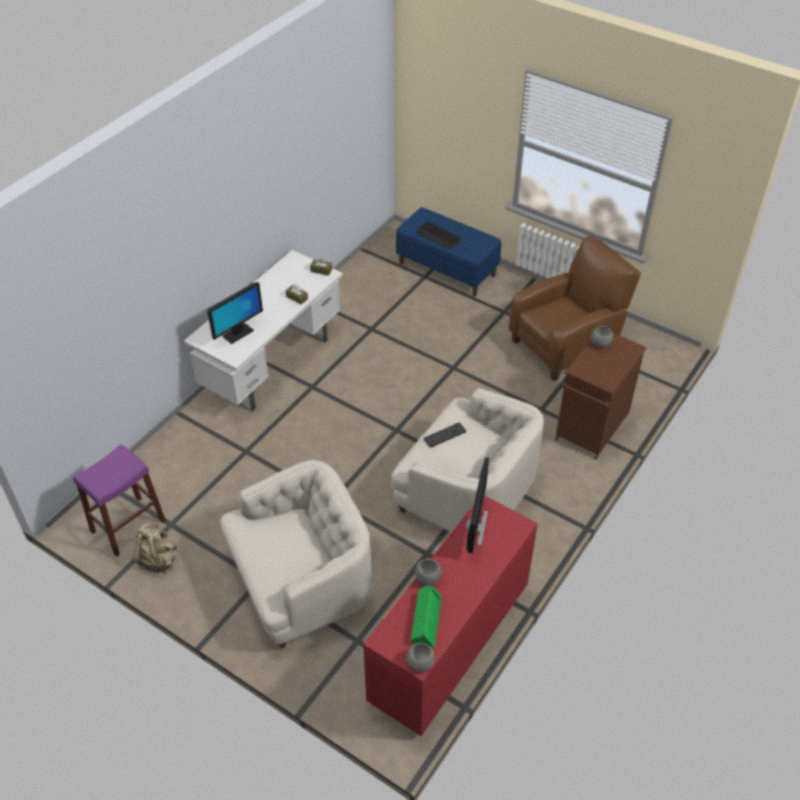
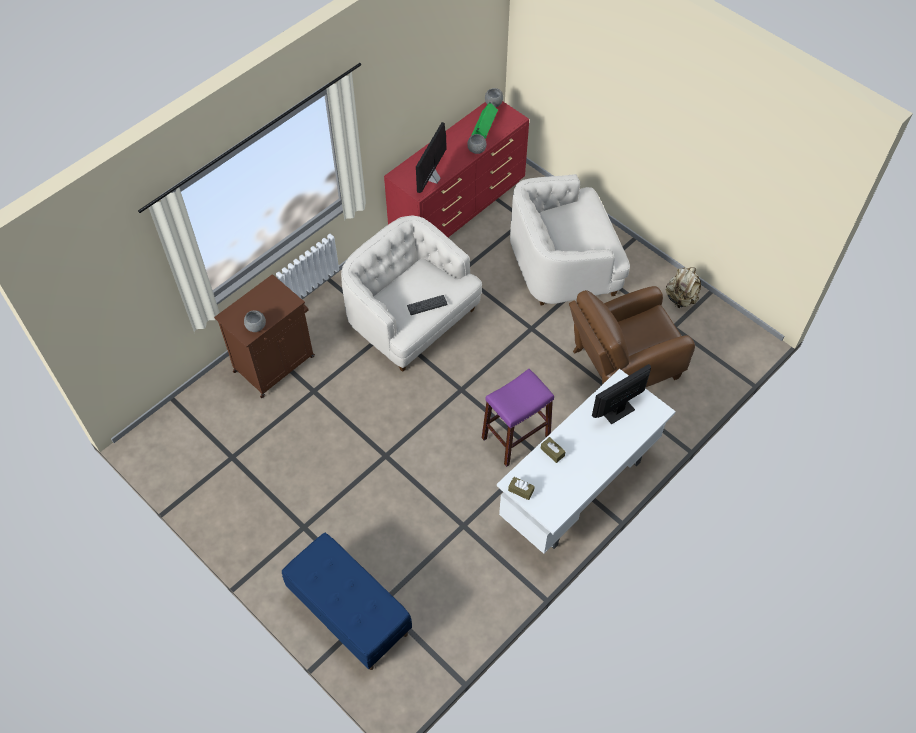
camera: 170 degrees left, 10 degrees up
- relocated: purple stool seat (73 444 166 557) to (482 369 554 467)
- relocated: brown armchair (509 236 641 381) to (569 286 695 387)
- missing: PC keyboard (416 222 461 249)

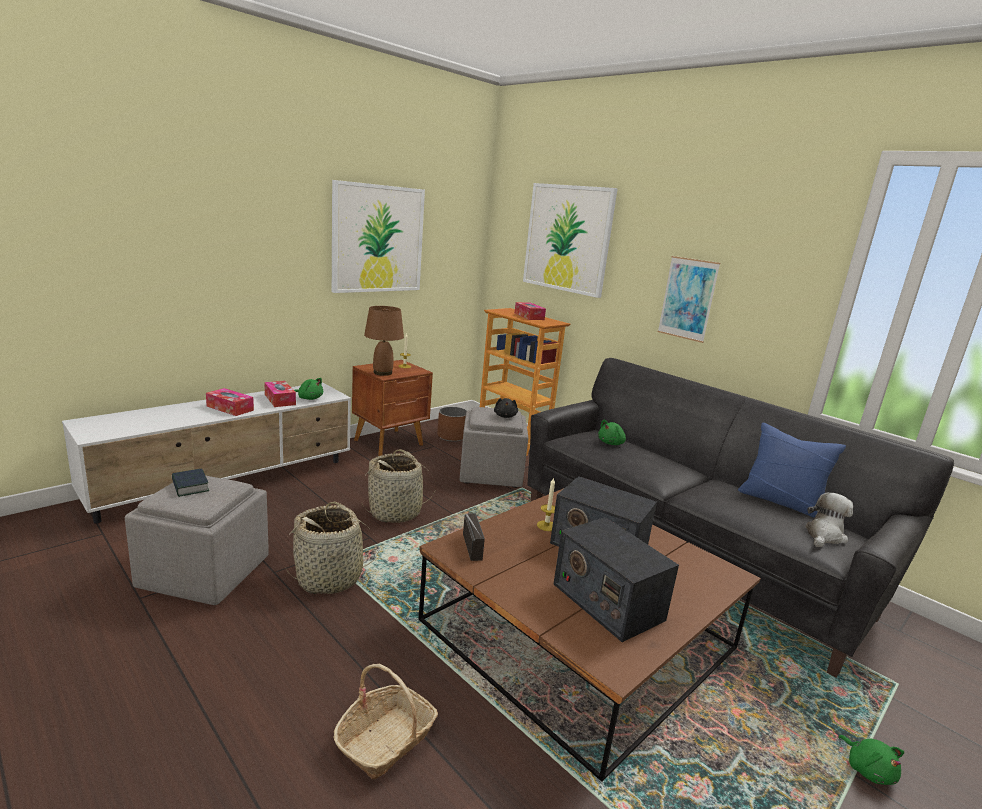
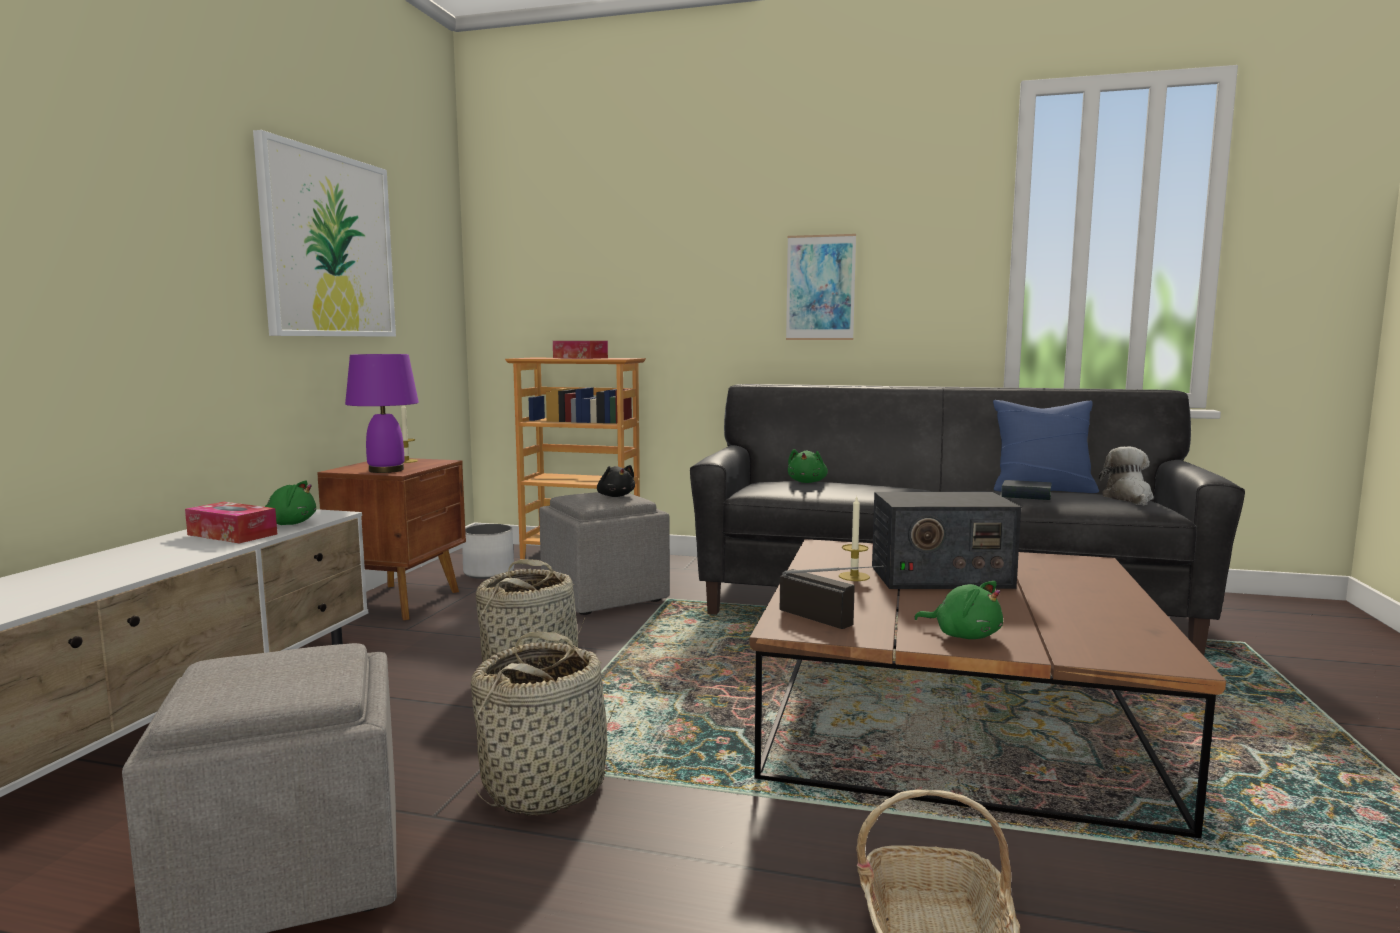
camera: 30 degrees left, 10 degrees down
- colour: brown lamp for a table (364 306 404 376) to purple lamp for a table (345 354 419 473)
- colour: brown flower pot (437 407 467 442) to white-coloured flower pot (462 524 514 579)
- relocated: green soft toy (838 735 904 785) to (914 581 1003 639)
- relocated: book (172 468 209 497) to (1001 480 1052 500)
- missing: tissue holder (206 388 254 416)
- missing: wall picture (523 183 618 298)
- missing: radio receiver (554 517 679 642)

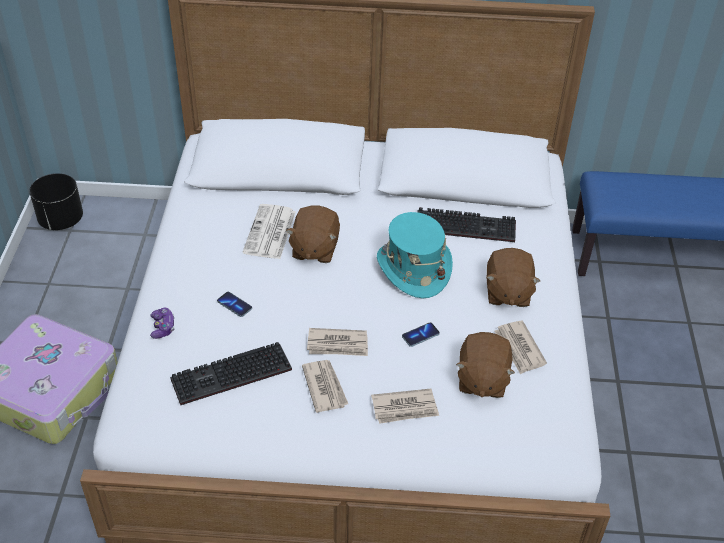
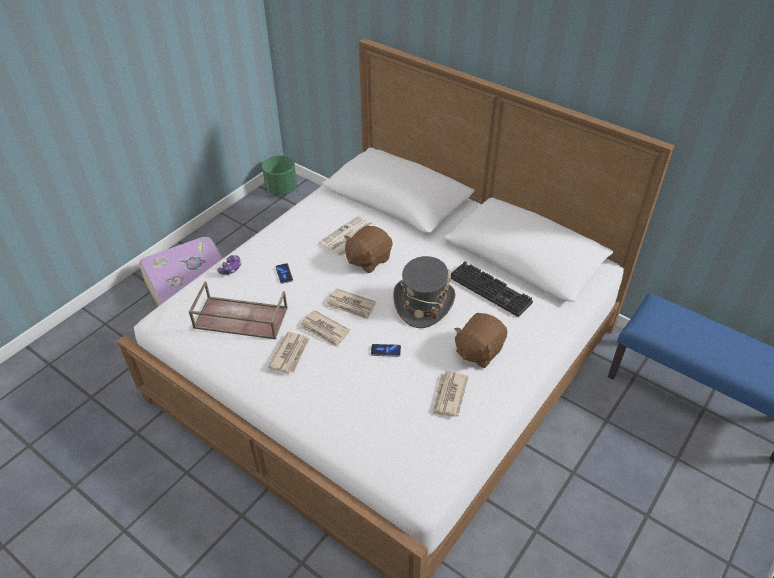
camera: 35 degrees right, 0 degrees up
- exchanged: PC keyboard (170 342 292 405) to brown serving tray (189 281 288 339)
- colour: black-coloured flower pot (29 173 83 230) to green flower pot (262 155 297 195)
- relocated: newspaper (371 389 439 424) to (326 288 376 320)
- colour: turquoise clothing hat (377 212 453 298) to greyish clothing hat (393 256 456 328)
- missing: brown soft toy (456 332 515 398)

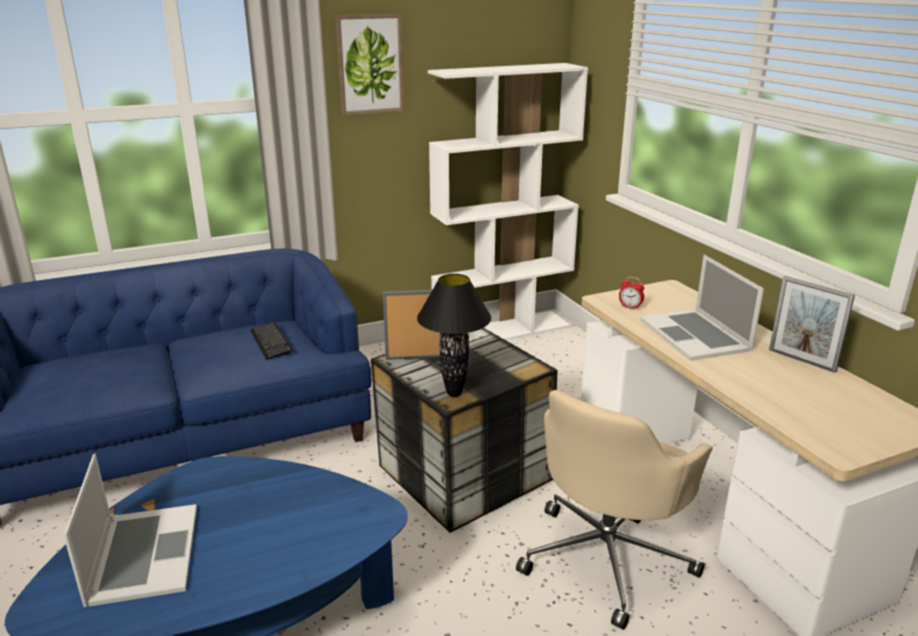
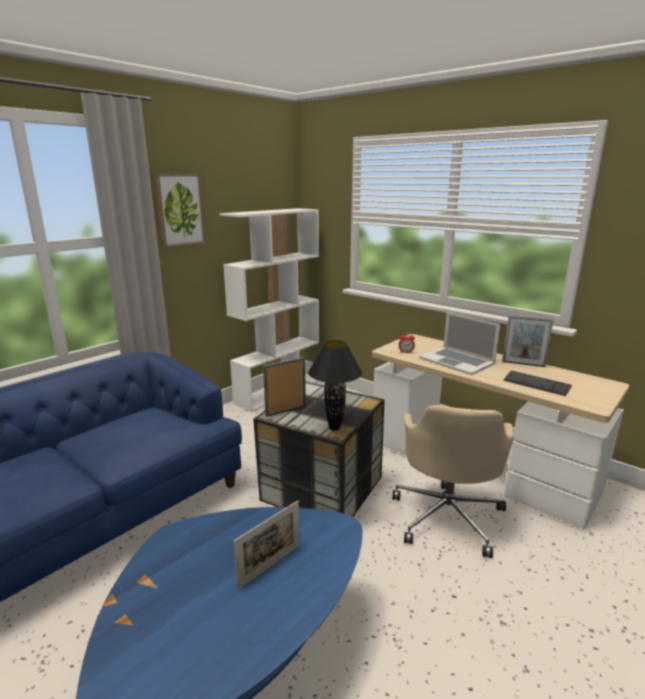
camera: 25 degrees left, 5 degrees down
- appeared: photo frame (234 500 300 590)
- relocated: PC keyboard (250 321 292 360) to (504 371 572 396)
- missing: laptop (64 453 197 607)

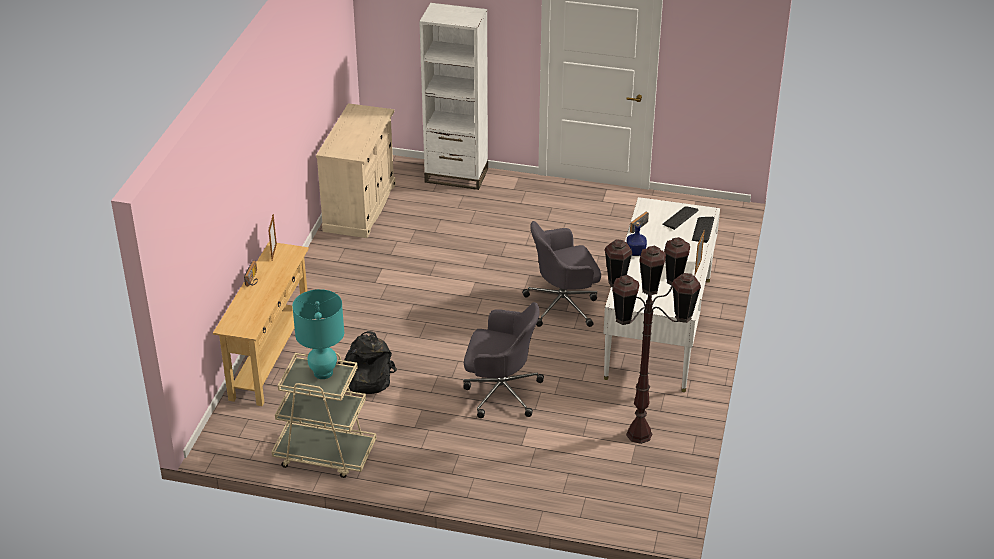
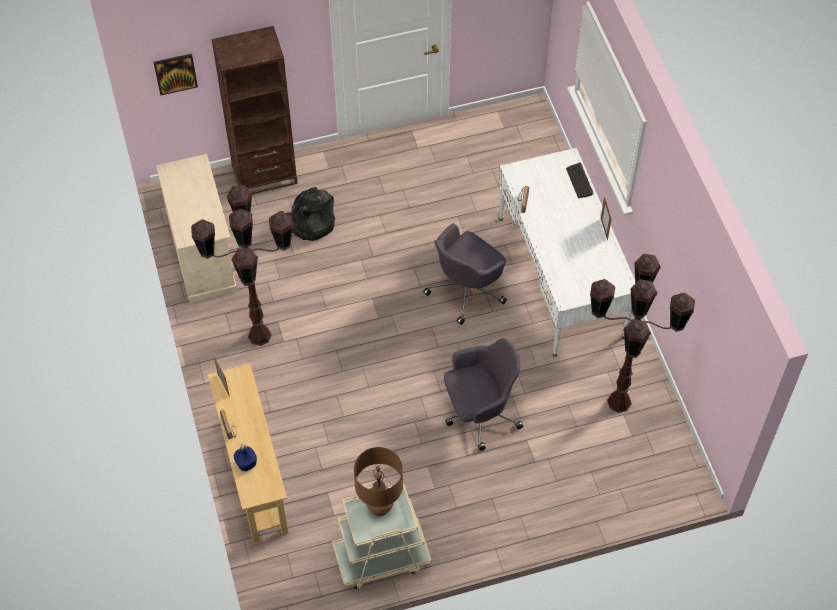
camera: 30 degrees left, 20 degrees up
- appeared: wall picture (153 54 198 95)
- appeared: brown standing lamp (191 185 293 346)
- colour: white-coloured shelving unit (419 3 488 190) to brown shelving unit (212 26 298 194)
- relocated: blue bottle (627 222 647 256) to (234 444 257 471)
- relocated: black-coloured rucksack (337 331 397 394) to (281 187 335 241)
- colour: turquoise lamp for a table (292 289 344 379) to brown lamp for a table (354 447 403 516)
- missing: PC keyboard (662 206 698 230)

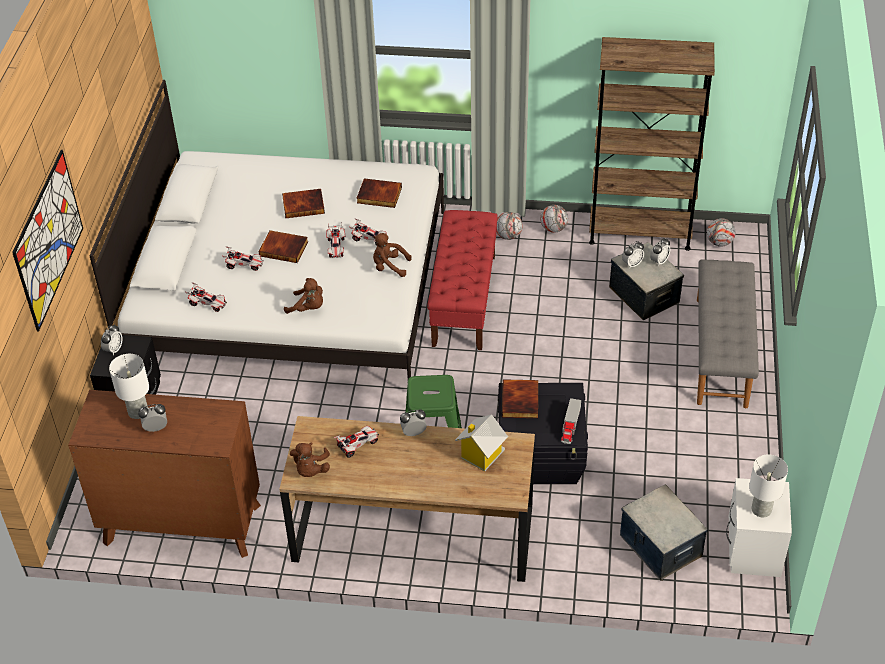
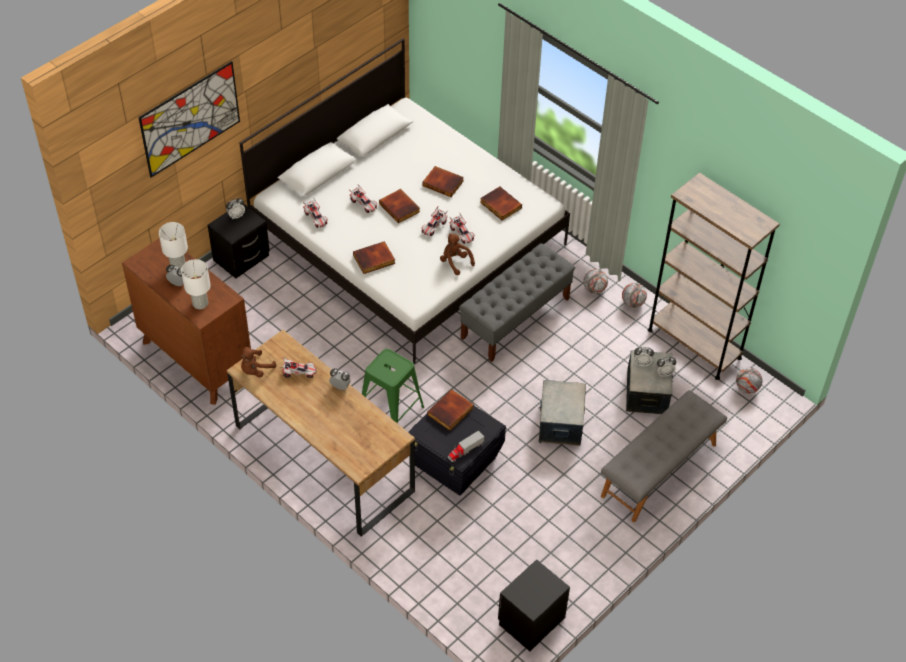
camera: 35 degrees right, 5 degrees up
- relocated: white-coloured lamp for a table (749 454 788 517) to (181 259 211 309)
- exchanged: brown soft toy (284 278 323 314) to book (353 241 395 274)
- colour: reddish indoor bench (427 210 498 350) to greyish indoor bench (459 243 575 362)
- colour: white-coloured bedside table (726 478 792 577) to black-coloured bedside table (498 559 570 651)
- relocated: storage box (620 485 708 581) to (539 380 586 446)
- missing: toy house (455 414 508 472)

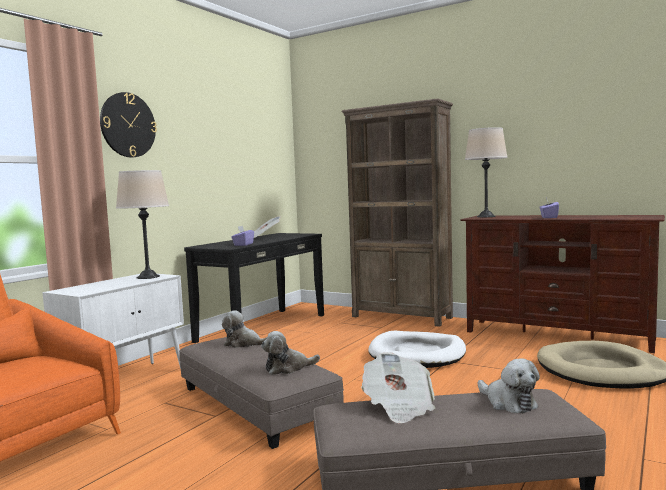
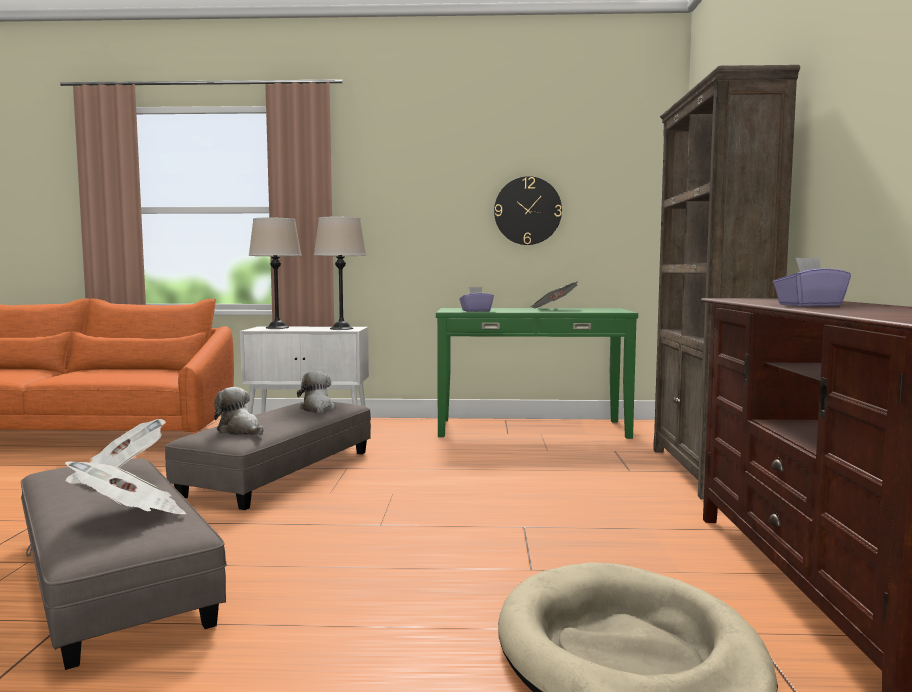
camera: 60 degrees right, 0 degrees up
- exchanged: soft toy (477 359 540 413) to newspaper (65 462 186 514)
- relocated: beige-coloured lamp for a table (465 127 508 217) to (249 217 302 329)
- colour: black-coloured hall table (184 233 324 343) to green hall table (436 308 638 439)
- relocated: hanging clock (100 92 157 158) to (494 176 562 245)
- missing: white-coloured pet bed (368 331 466 368)

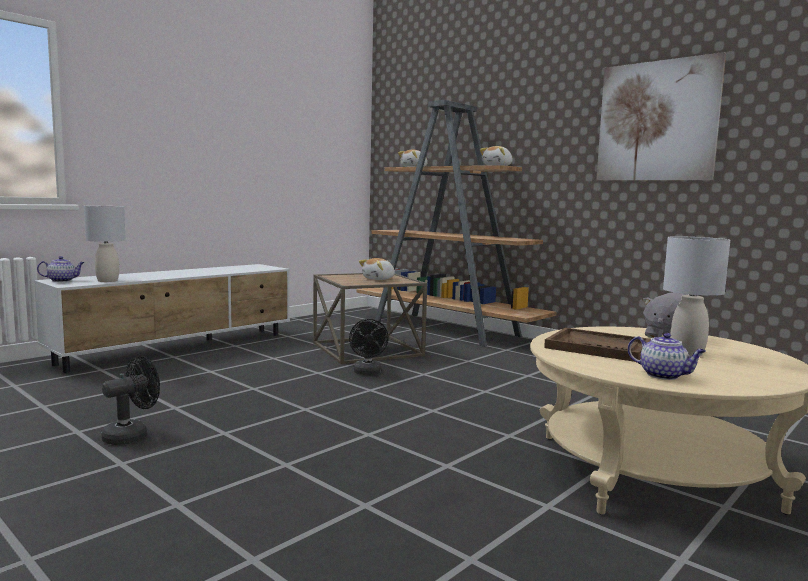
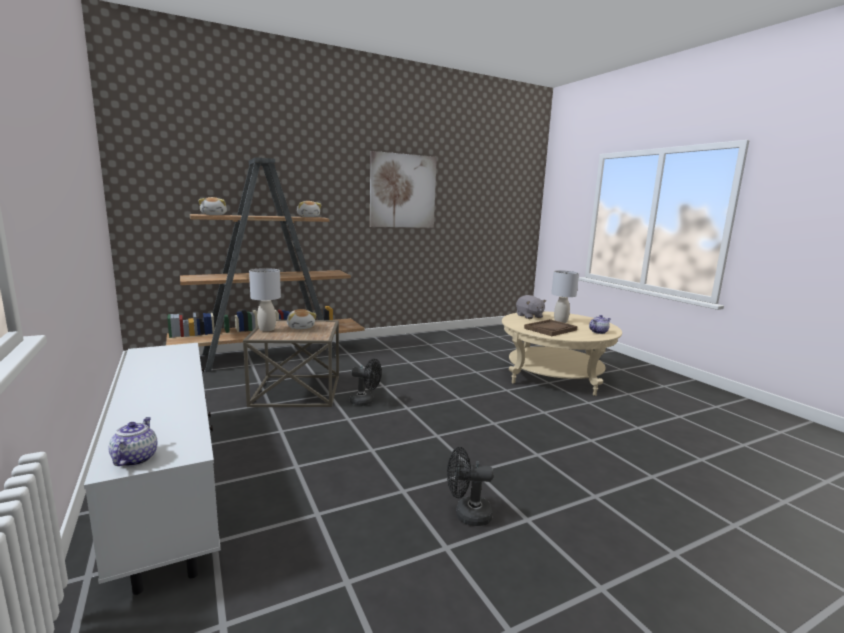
camera: 70 degrees left, 5 degrees up
- relocated: greyish lamp for a table (84 206 126 282) to (249 268 281 331)
- spun: black-coloured fan (101 356 160 445) = (447 447 494 526) 60 degrees counterclockwise

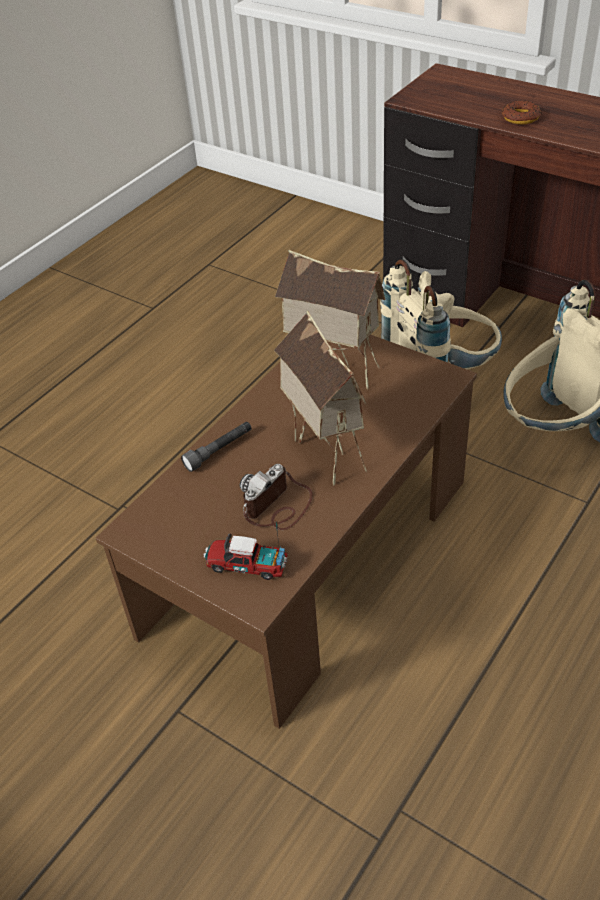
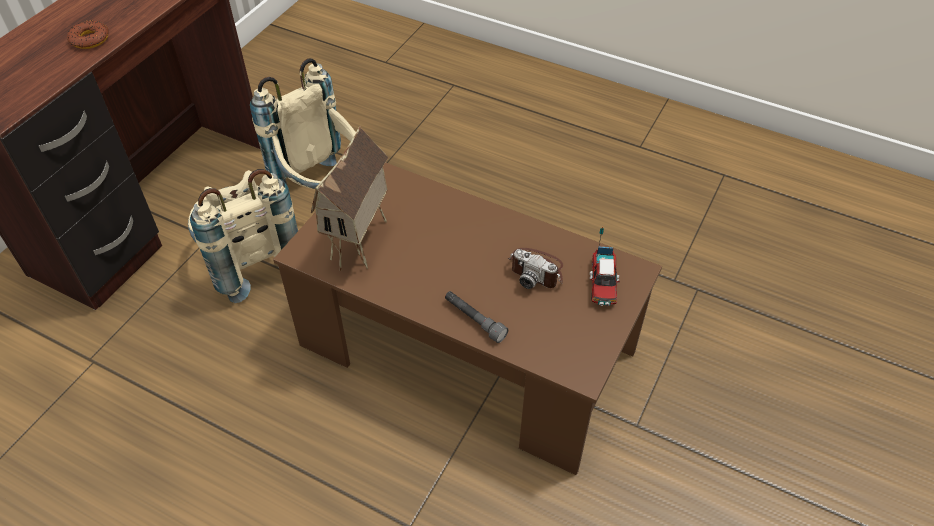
camera: 100 degrees left, 5 degrees up
- missing: toy house (274 310 367 486)

